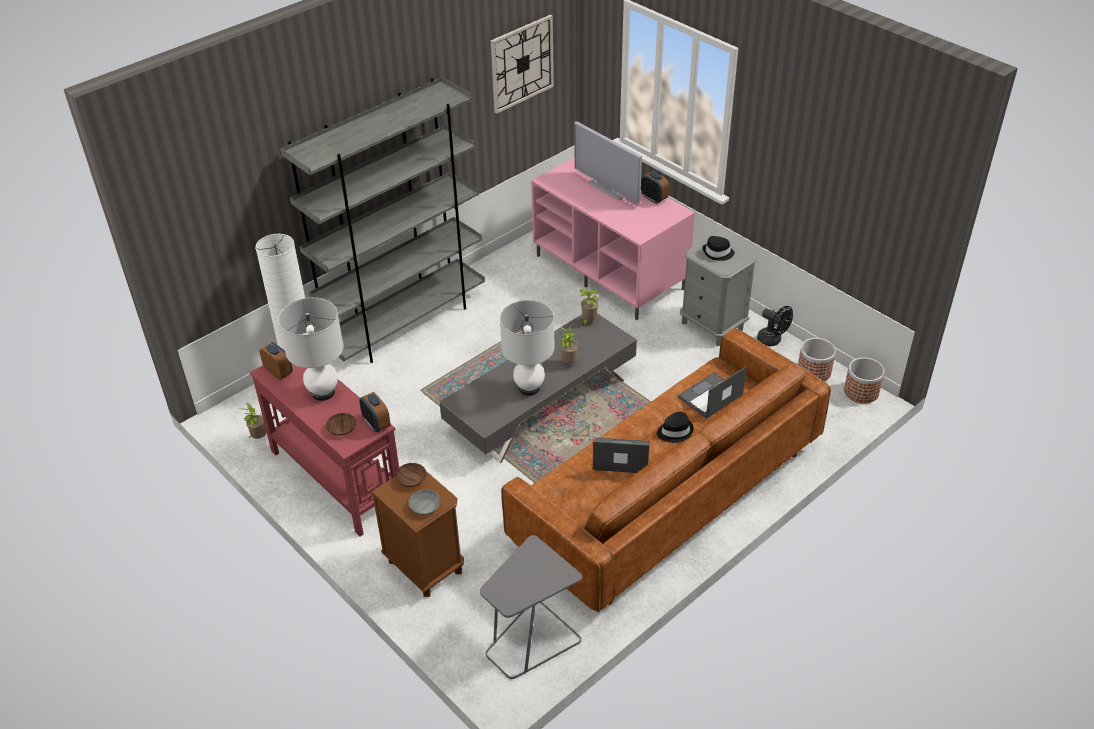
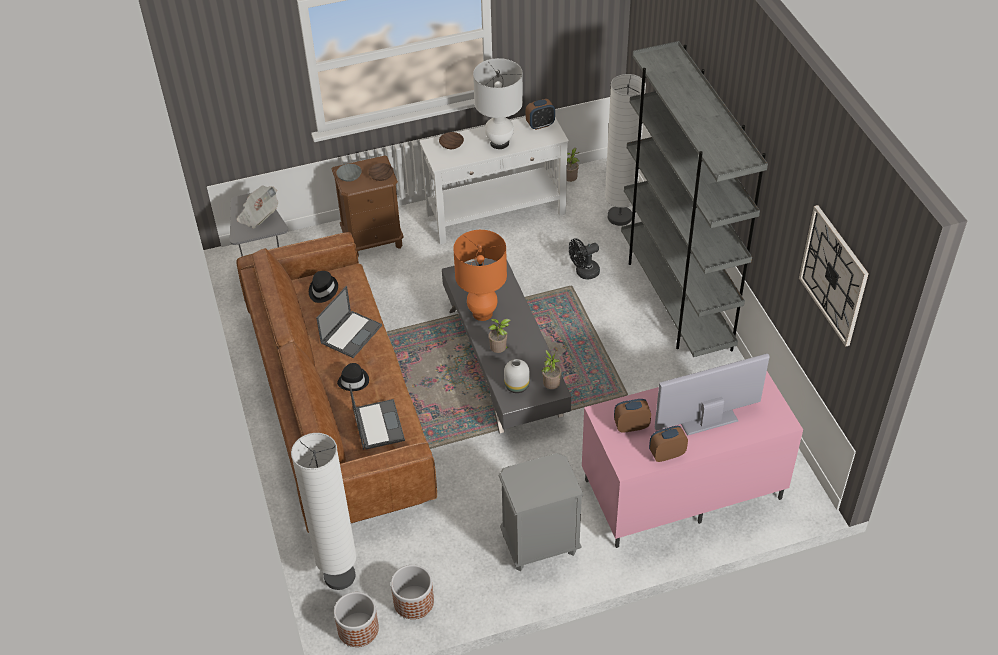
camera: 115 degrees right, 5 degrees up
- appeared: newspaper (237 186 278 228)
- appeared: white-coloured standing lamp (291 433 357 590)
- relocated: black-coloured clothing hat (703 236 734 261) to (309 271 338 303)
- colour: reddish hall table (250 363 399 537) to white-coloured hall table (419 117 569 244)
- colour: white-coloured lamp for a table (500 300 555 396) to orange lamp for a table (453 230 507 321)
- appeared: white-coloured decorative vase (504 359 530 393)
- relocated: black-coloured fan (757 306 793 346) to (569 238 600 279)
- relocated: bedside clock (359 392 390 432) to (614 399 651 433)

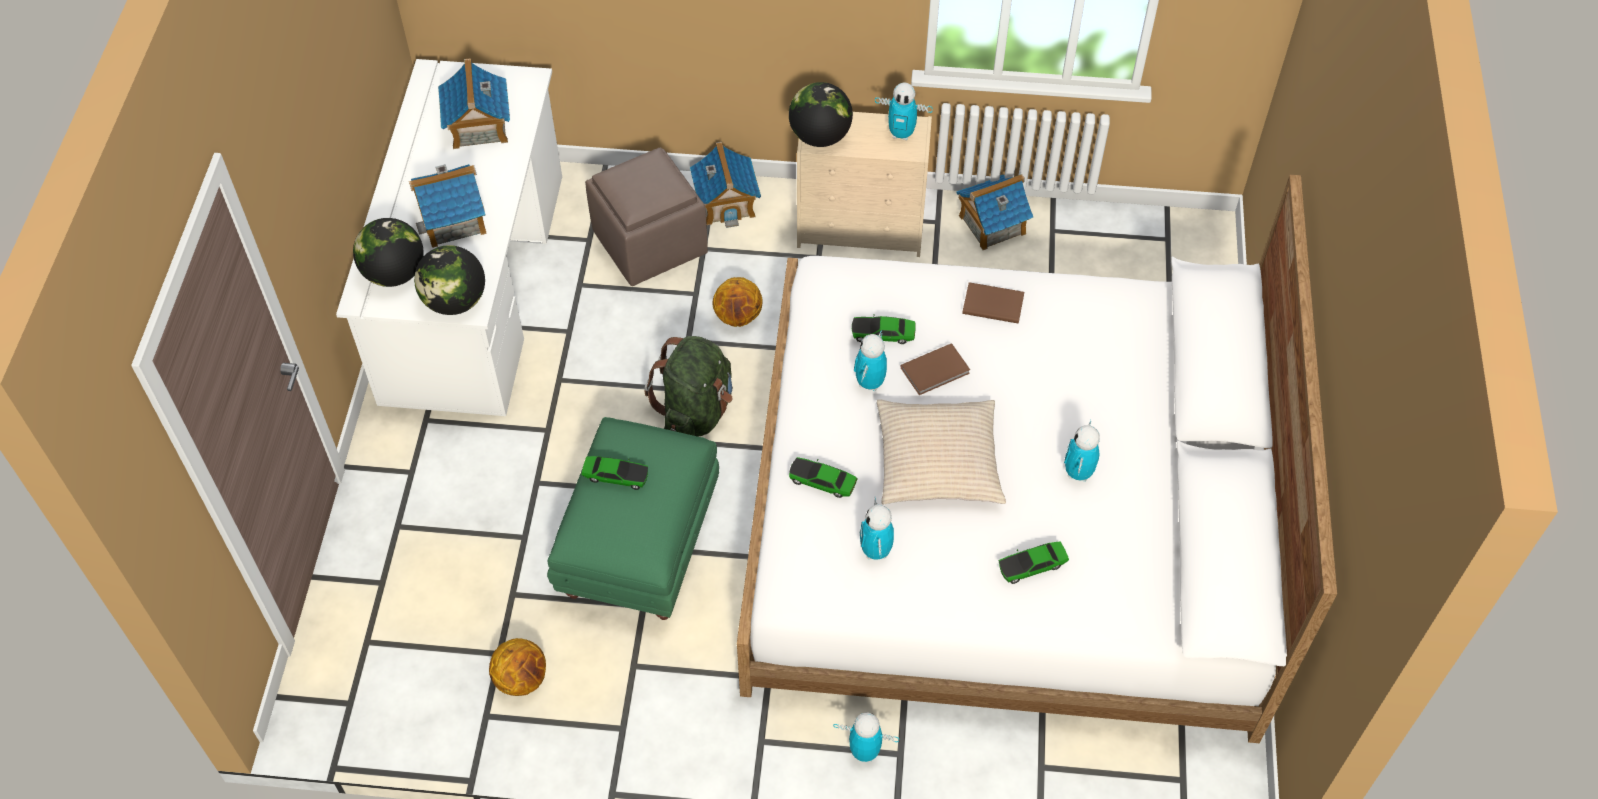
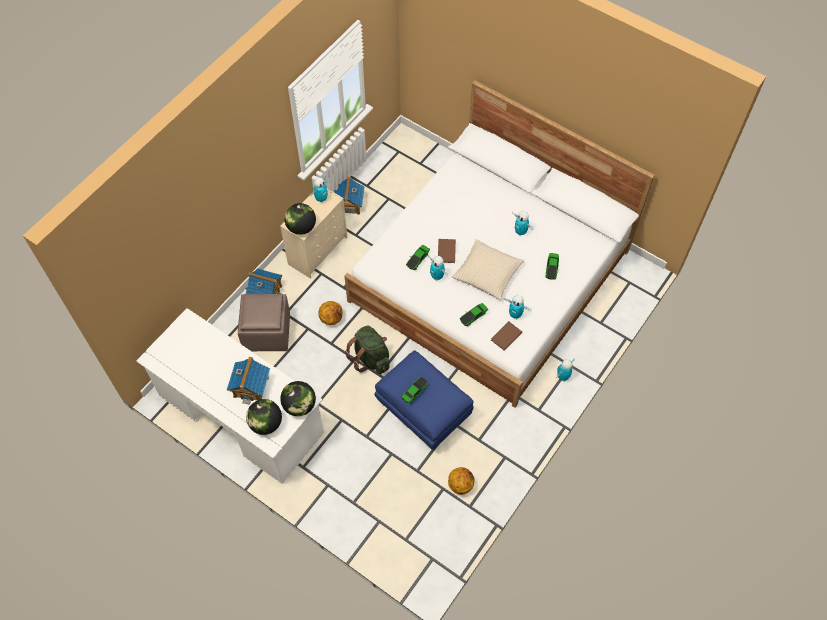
camera: 60 degrees left, 5 degrees up
- colour: green ottoman (547 417 719 620) to blue ottoman (374 350 473 450)
- relocated: brown book (962 282 1024 324) to (491 321 522 351)
- missing: toy house (438 58 510 149)

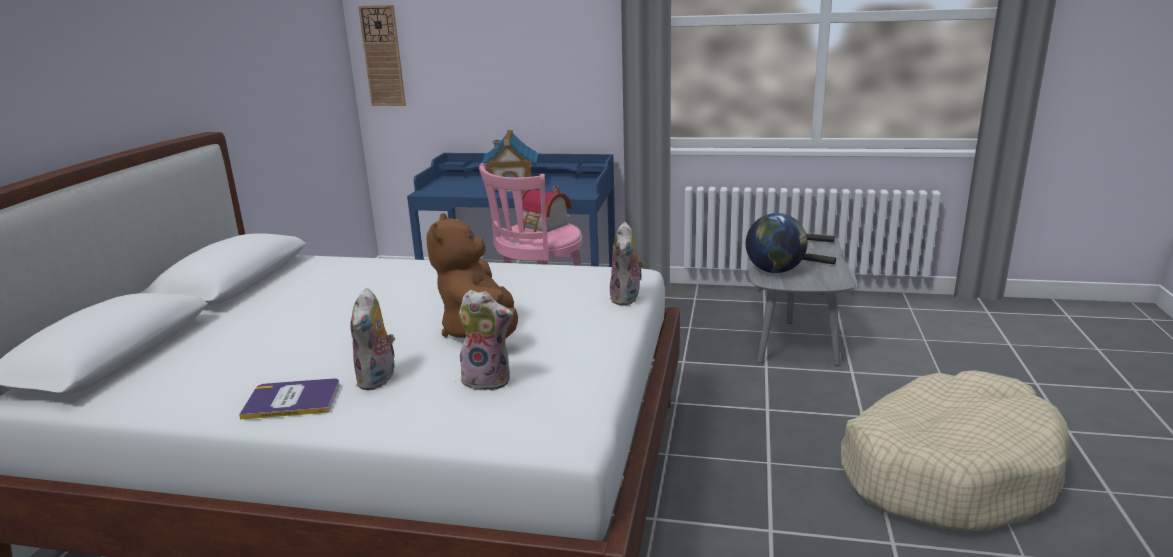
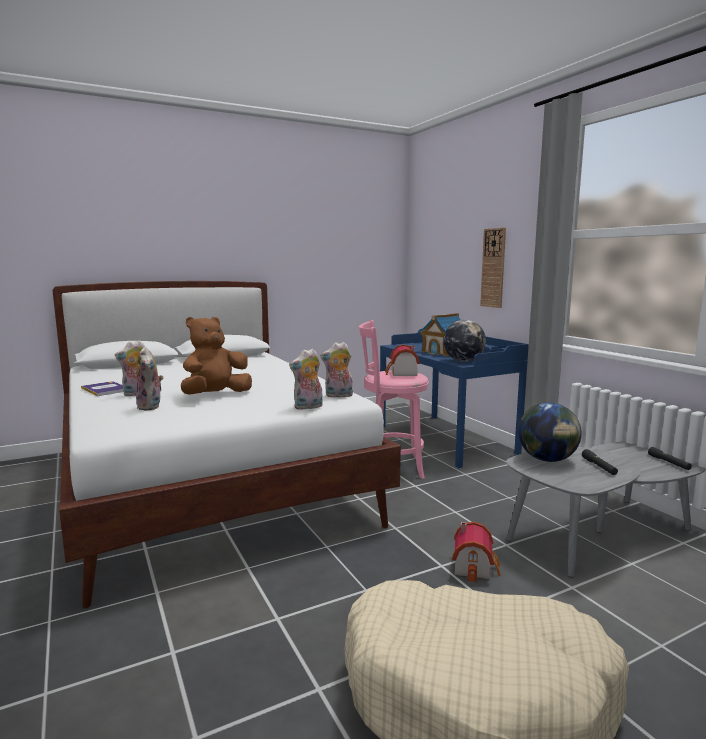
camera: 50 degrees right, 10 degrees down
- appeared: soft toy (320 342 353 398)
- appeared: world globe (443 320 486 362)
- appeared: toy house (452 522 501 582)
- relocated: hanging clock (358 5 406 106) to (480 228 506 308)

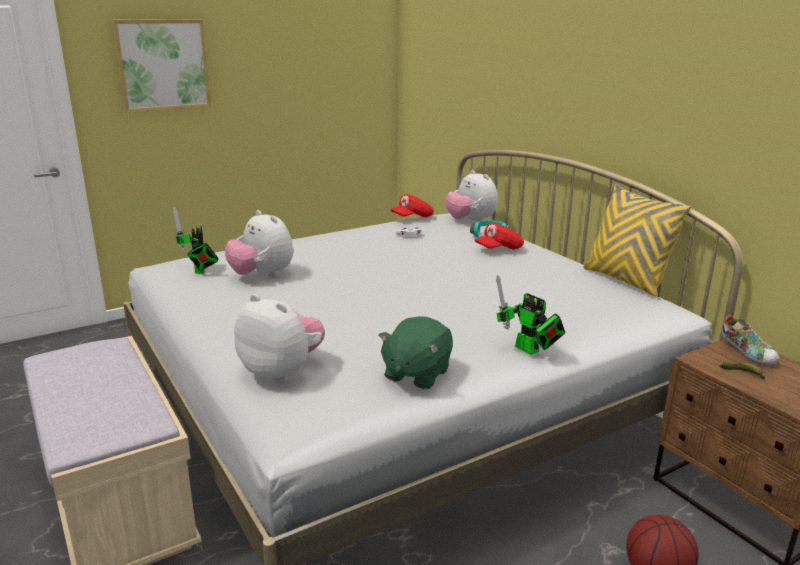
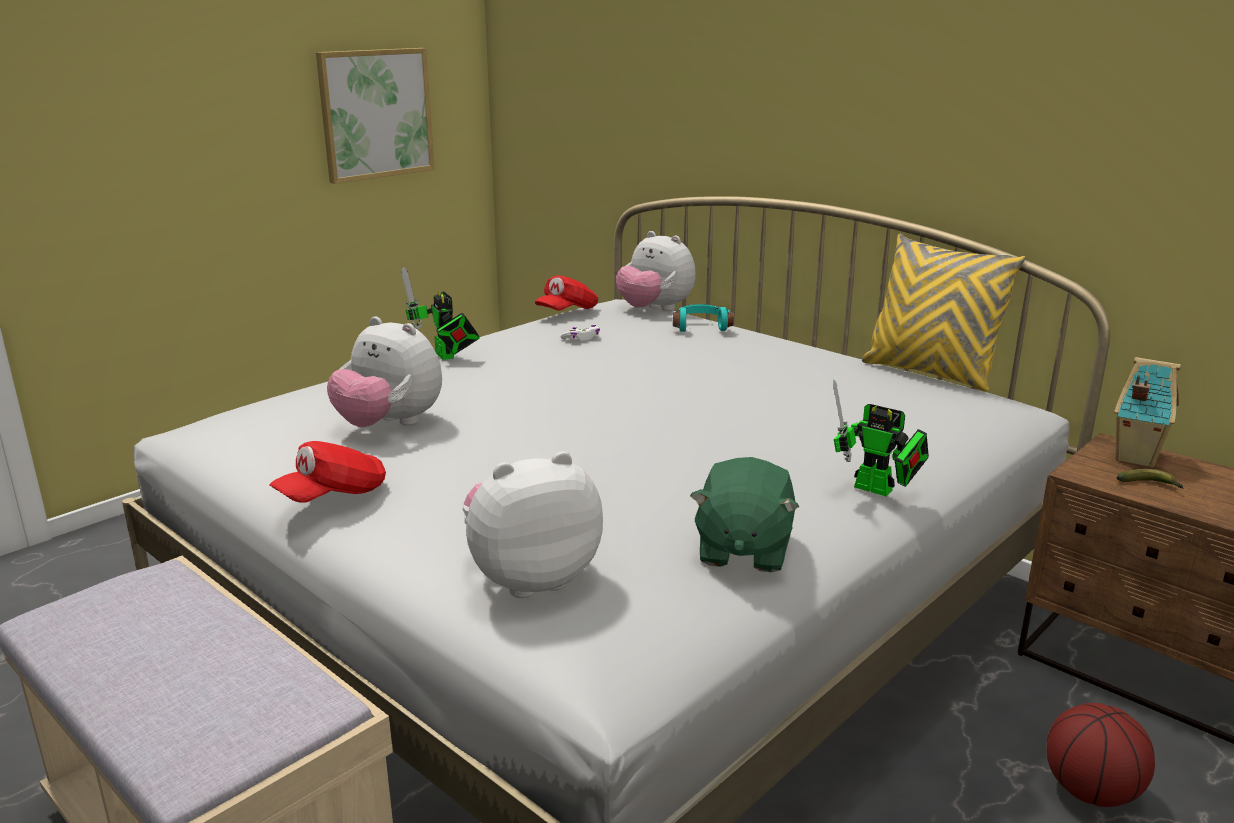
camera: 15 degrees left, 0 degrees up
- relocated: reddish baseball cap (474 223 524 250) to (269 441 386 503)
- relocated: wall picture (112 19 211 112) to (316 48 434 184)
- relocated: toy robot (173 206 219 274) to (401 267 480 360)
- spun: soft toy (234 294 325 383) = (462 451 603 598) 45 degrees counterclockwise
- exchanged: item of footwear (722 315 780 366) to toy house (1114 357 1181 468)

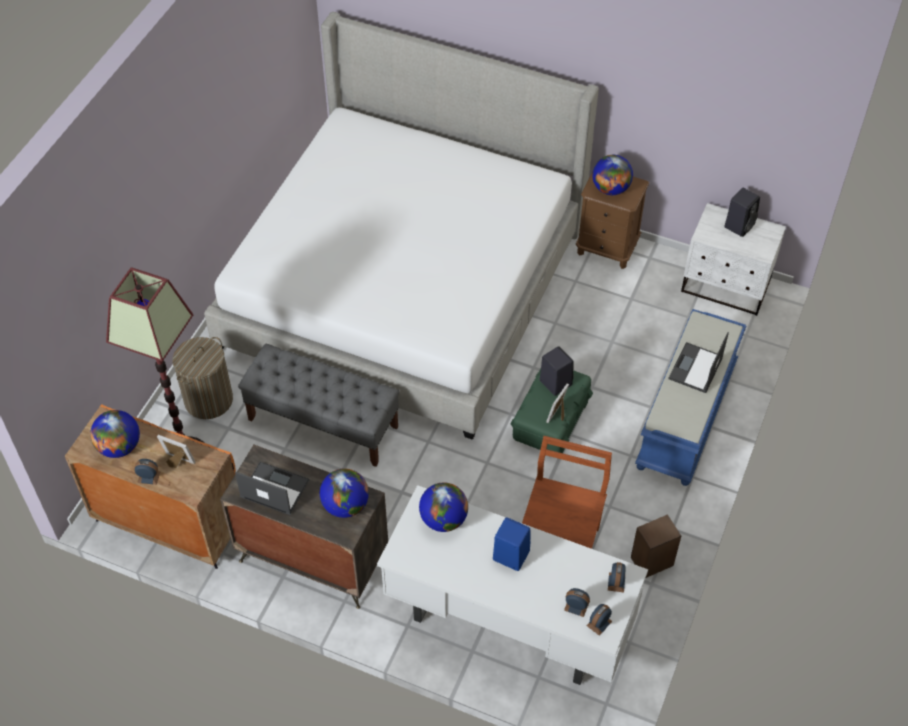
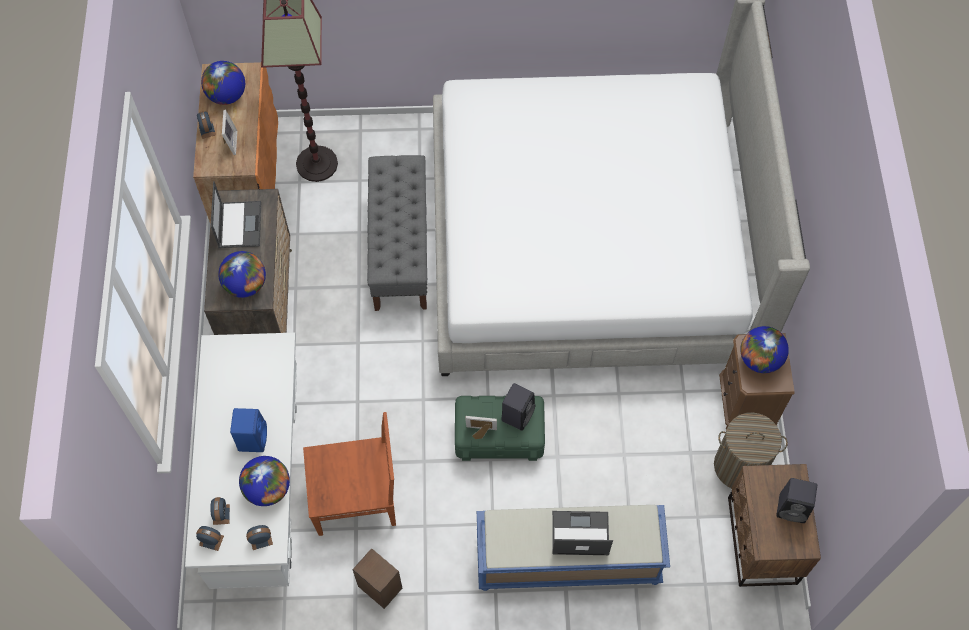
camera: 65 degrees right, 10 degrees up
- relocated: world globe (419 482 468 532) to (239 456 290 506)
- relocated: washing basket (173 337 233 419) to (714 413 788 488)
- colour: white-coloured bedside table (681 203 786 316) to brown bedside table (728 464 821 587)

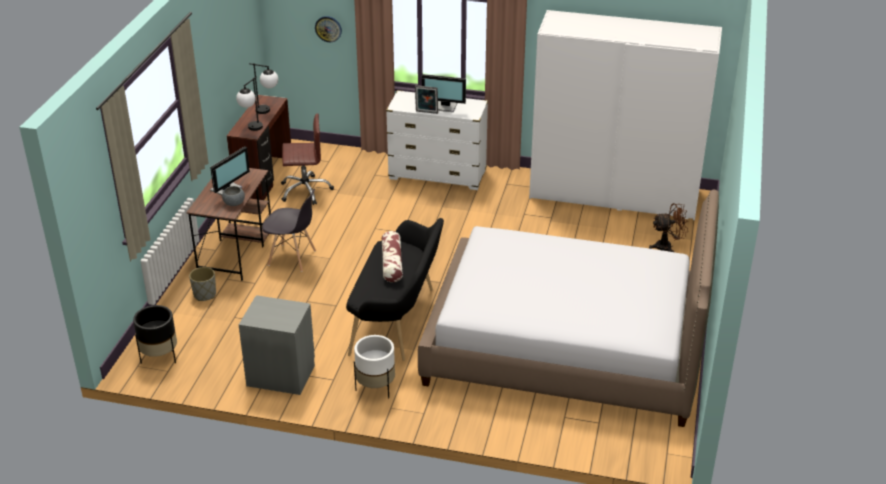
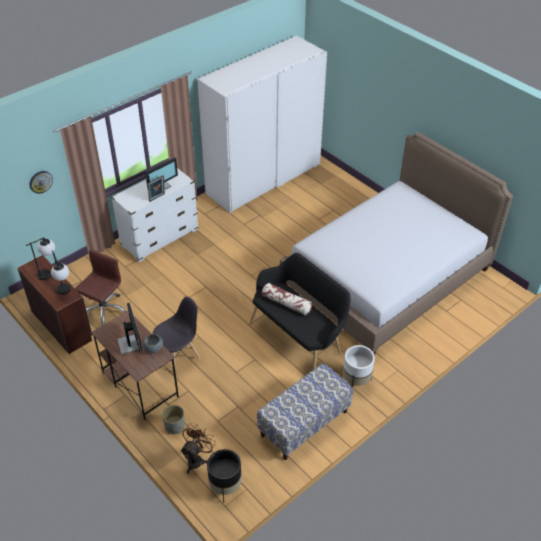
camera: 55 degrees left, 10 degrees up
- relocated: brown fan (649 203 689 252) to (181 423 216 474)
- exchanged: greyish bedside table (239 295 315 395) to indoor bench (257 363 353 460)

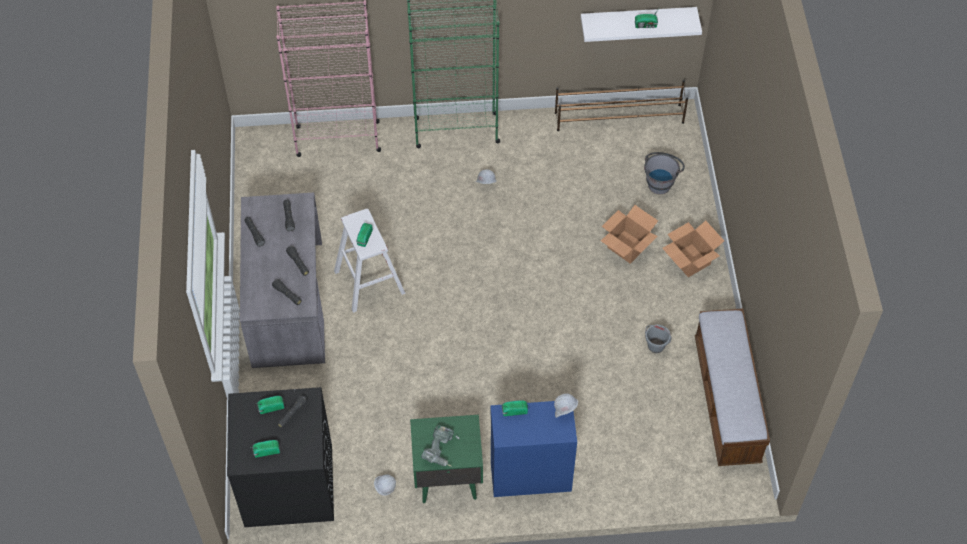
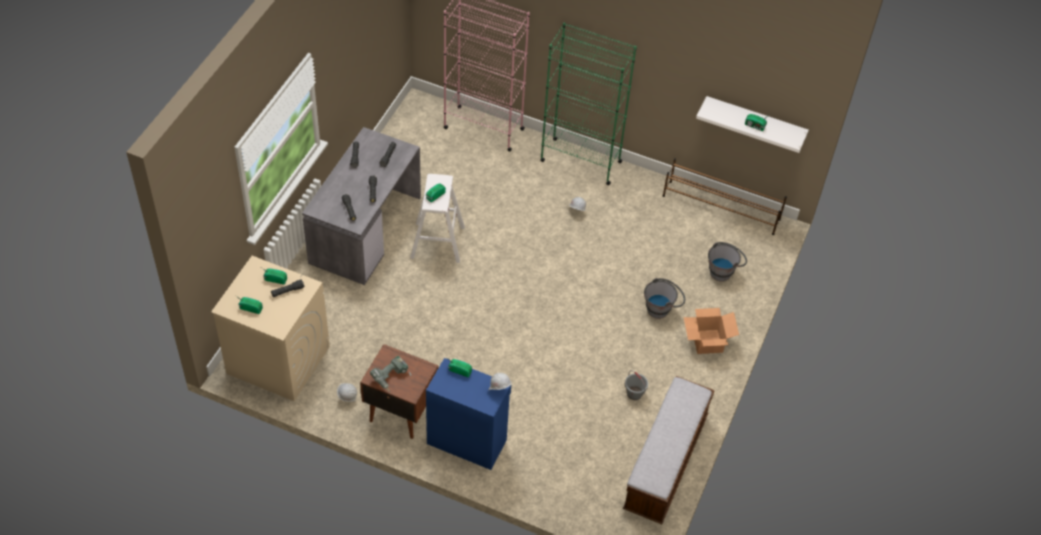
camera: 25 degrees right, 5 degrees down
- colour: black-coloured washing machine (227 387 334 527) to beige-coloured washing machine (211 256 330 401)
- colour: green bedside table (410 415 483 503) to brown bedside table (360 344 438 439)
- exchanged: carton (601 205 658 264) to greyish pail (644 278 685 319)

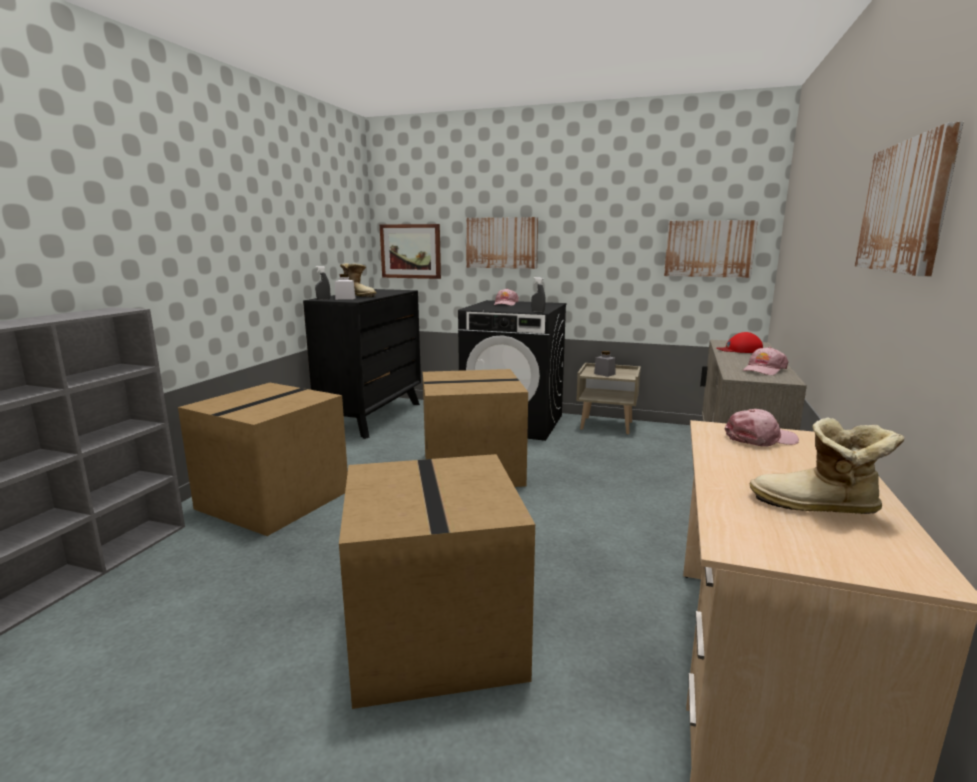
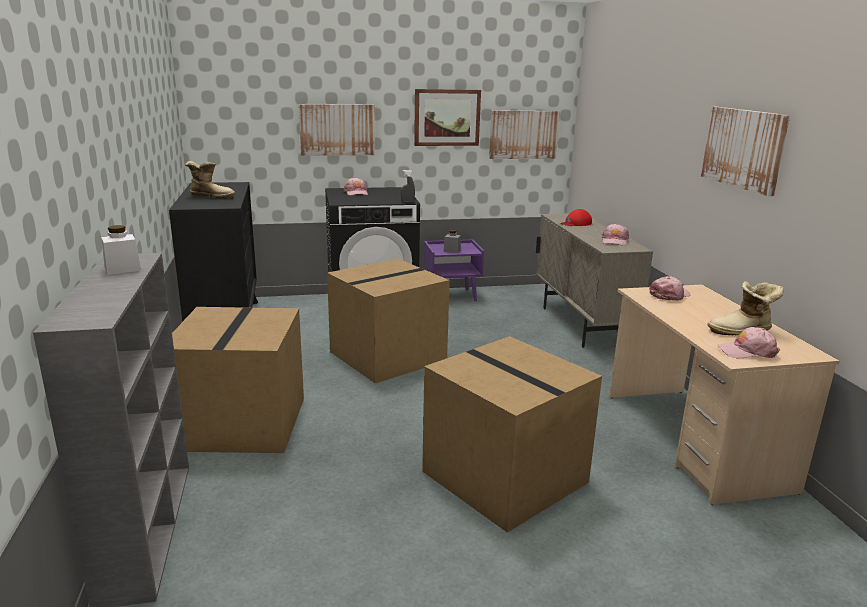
camera: 30 degrees left, 5 degrees up
- relocated: white-coloured preserve jar (335 274 355 300) to (101 225 141 275)
- relocated: wall picture (380 224 441 279) to (414 89 481 146)
- colour: beige-coloured bedside table (576 363 641 434) to purple bedside table (424 240 484 301)
- appeared: pink baseball cap (717 327 780 358)
- missing: greyish sprayer (315 266 330 300)

